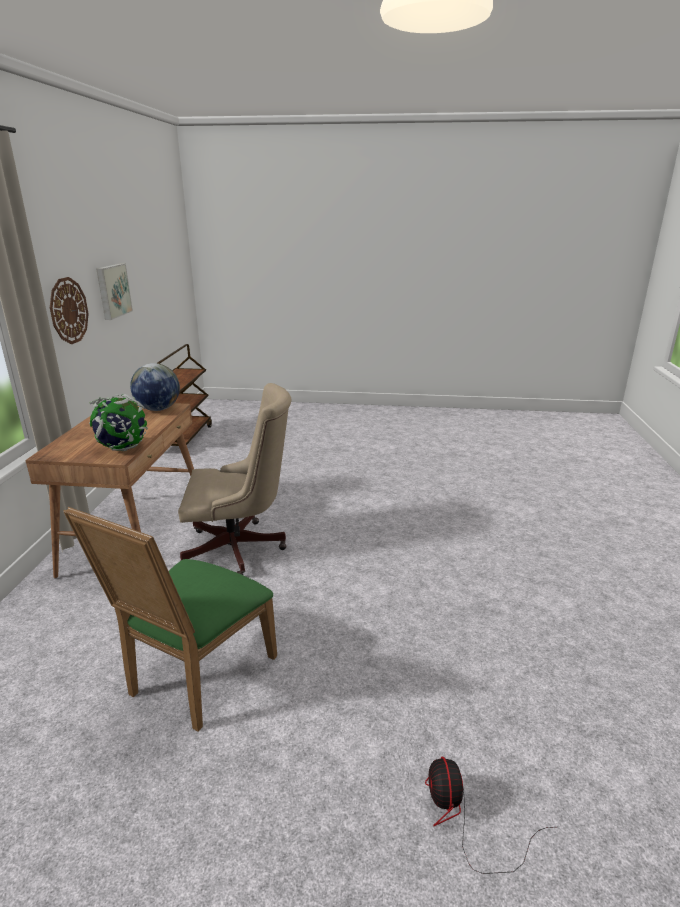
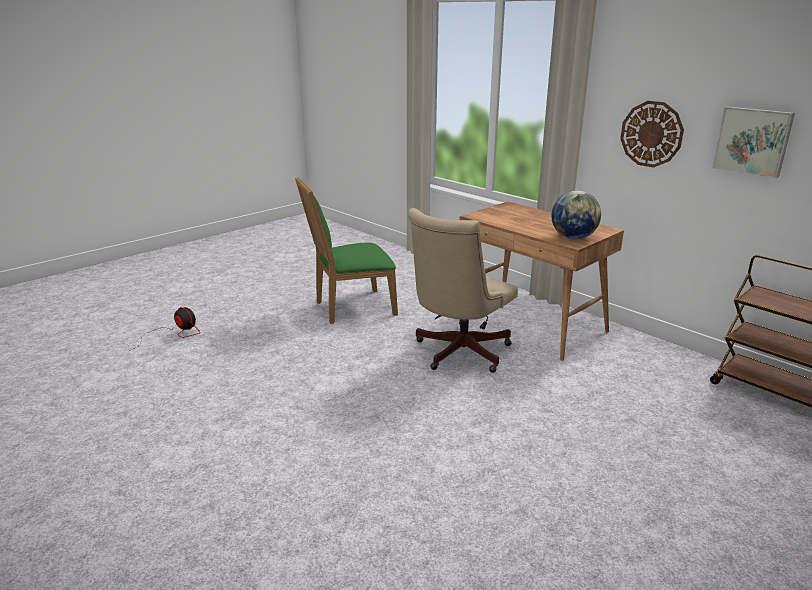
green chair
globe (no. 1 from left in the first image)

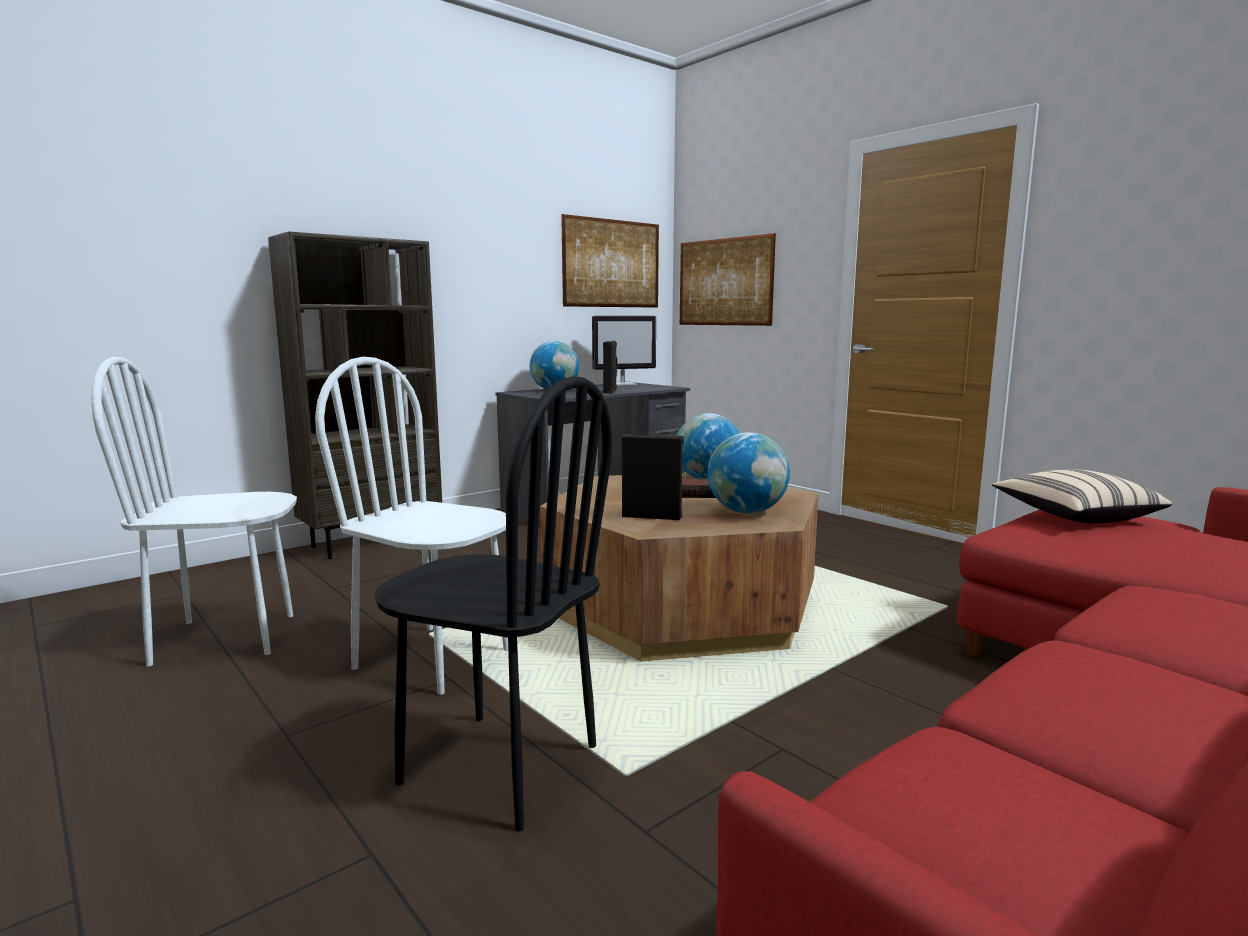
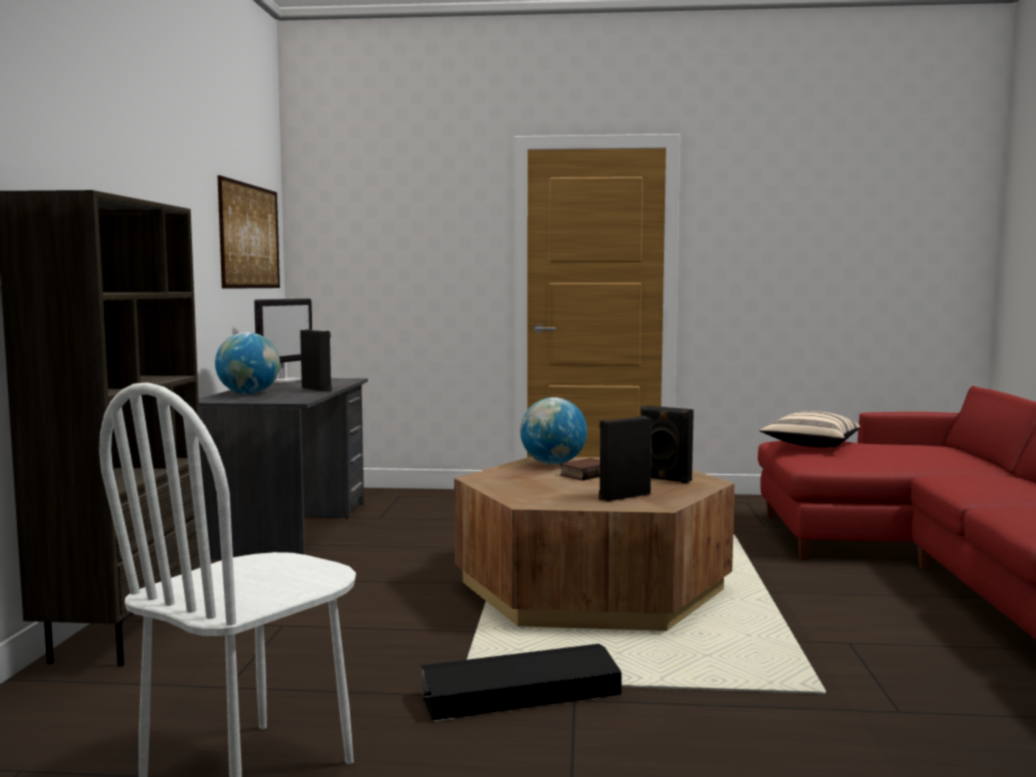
blackish storage container
blackish speaker (no. 3 from left)
blackish chair
wall art (no. 2 from left in the first image)

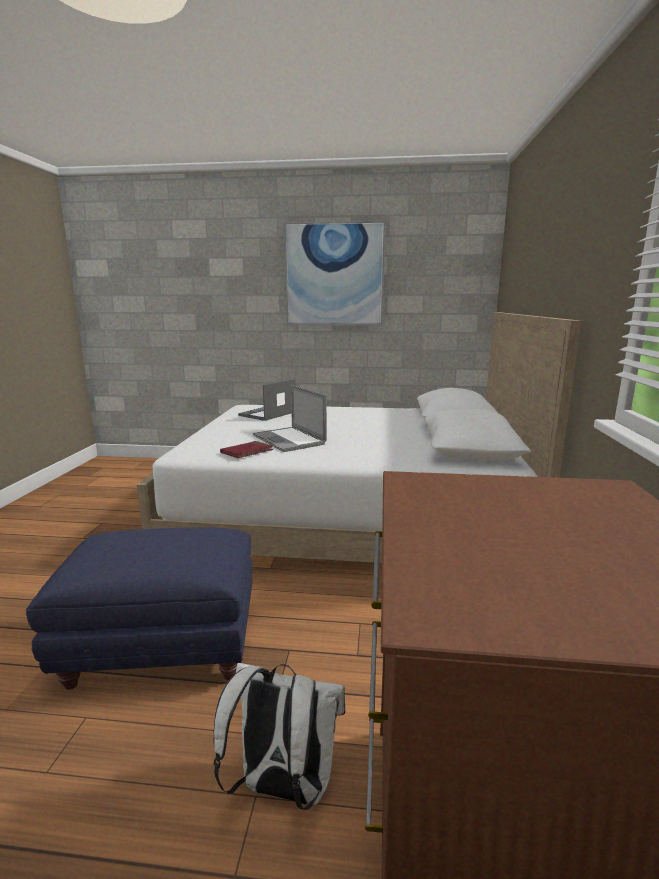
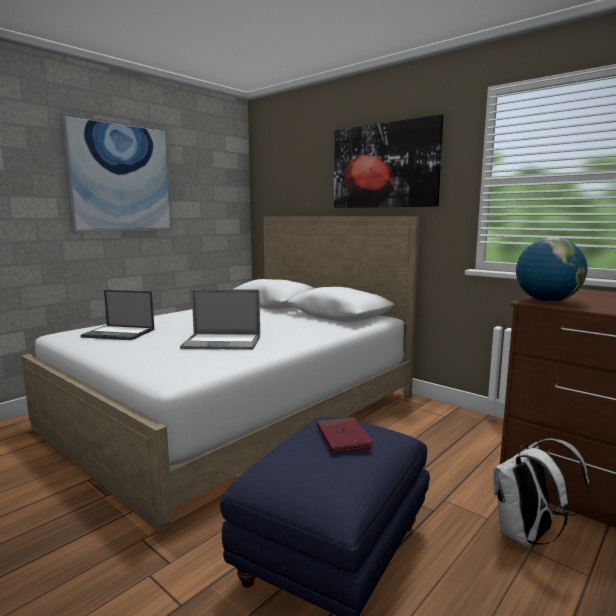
portable computer (no. 1 from left)
reddish book
wall art (no. 2 from left)
globe

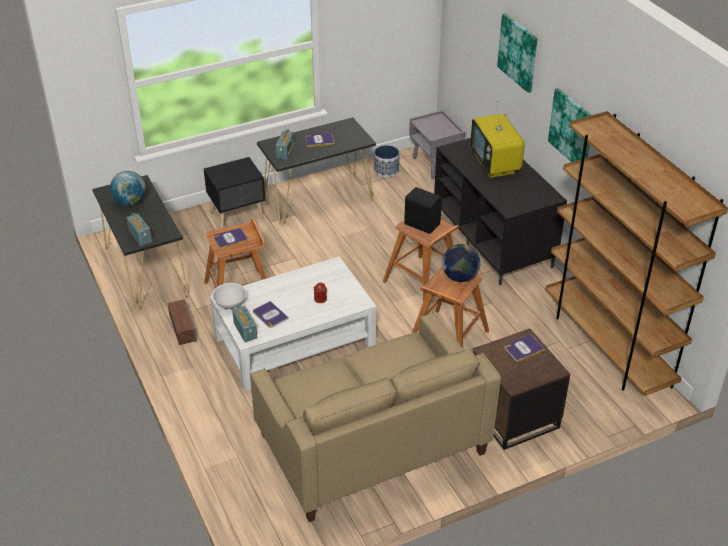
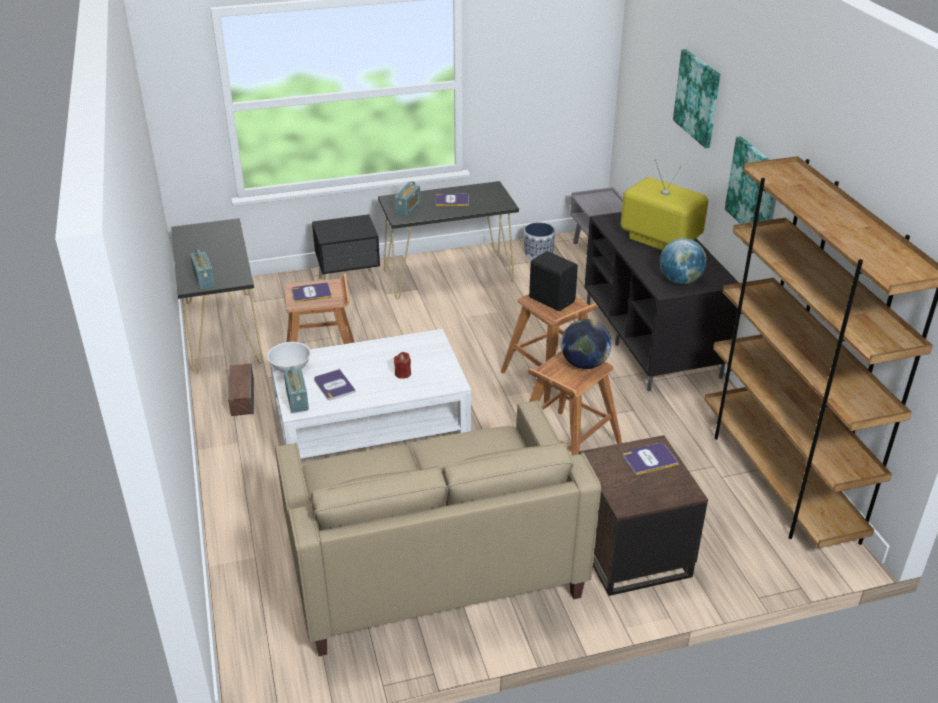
TV
globe (no. 2 from left)

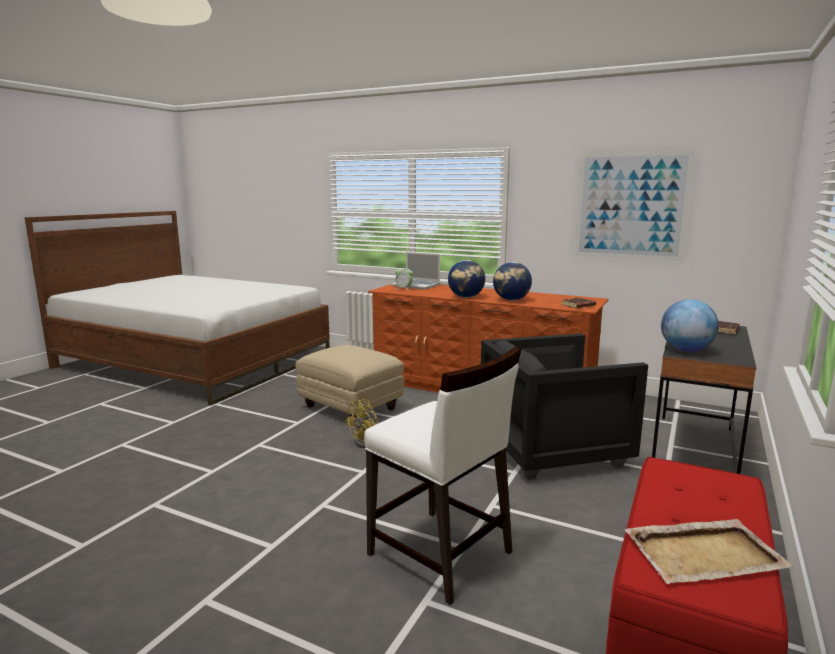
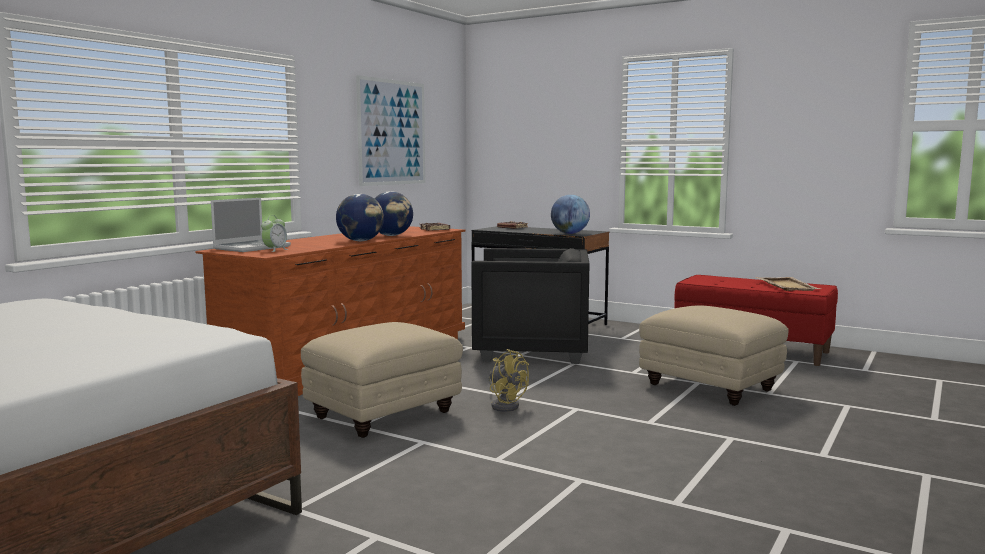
blackish lounge chair
sand-coloured footrest (no. 2 from left)

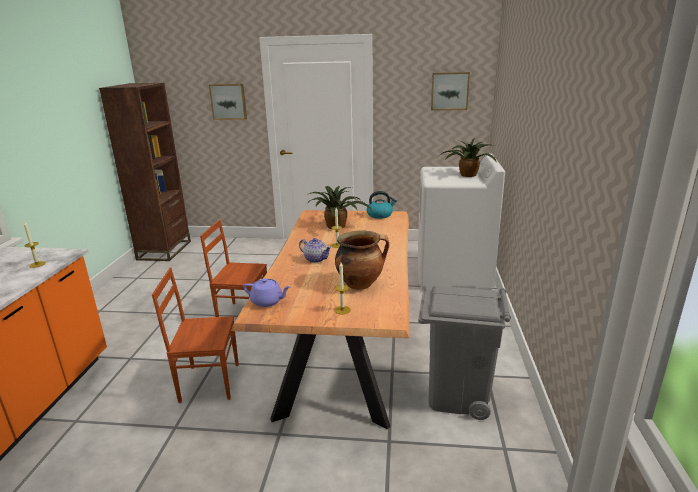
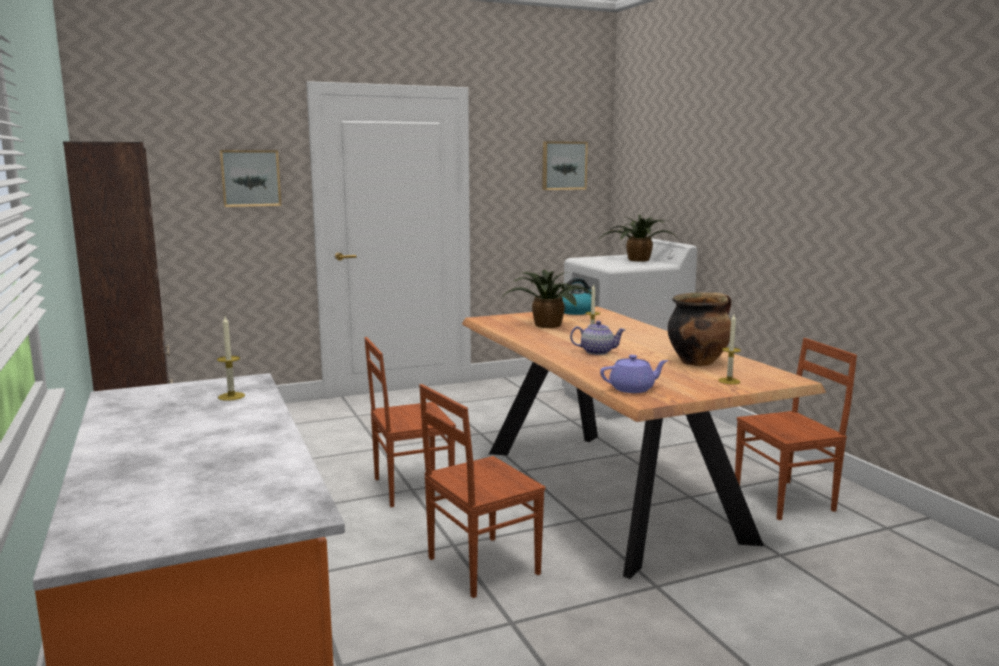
brownish chair (no. 3 from left)

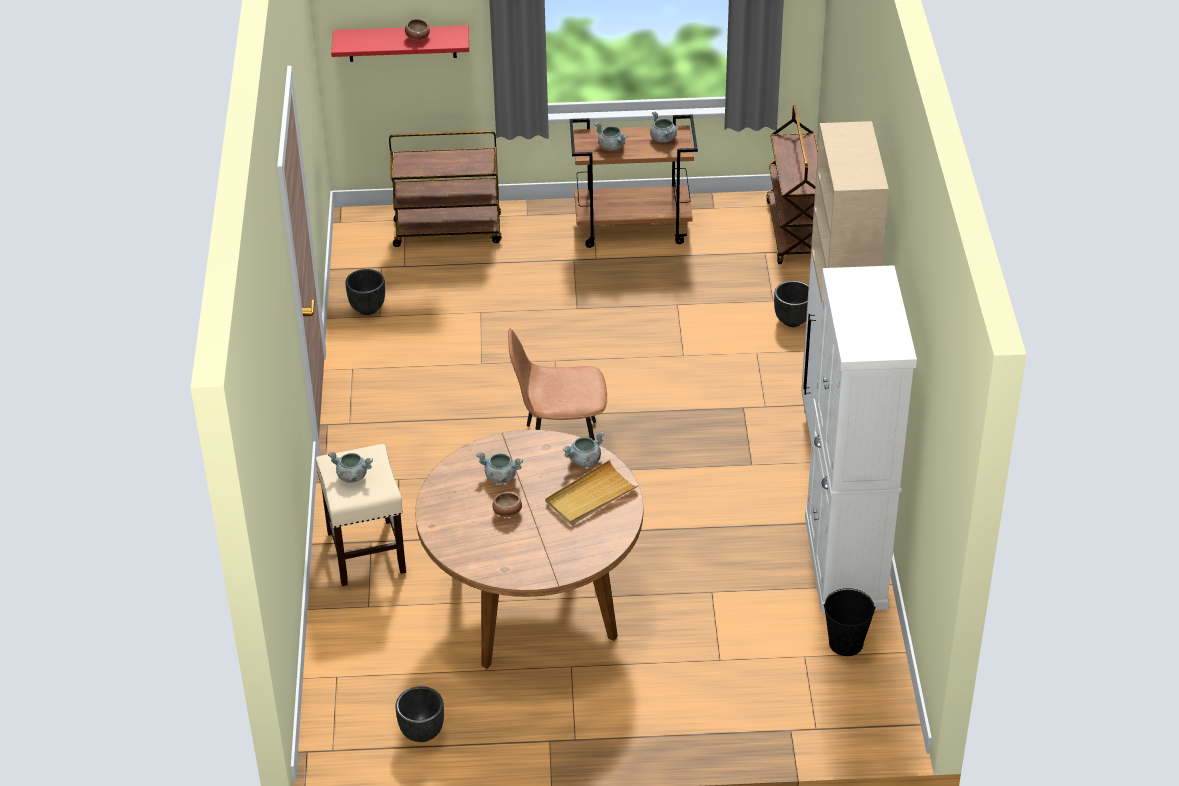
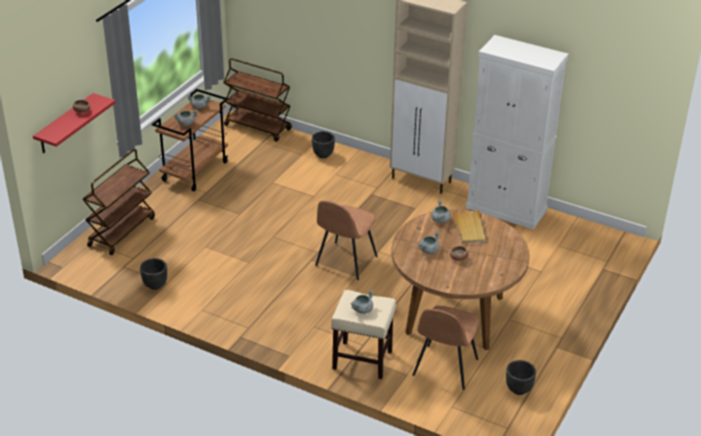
brownish chair (no. 2 from left)
blackish pail

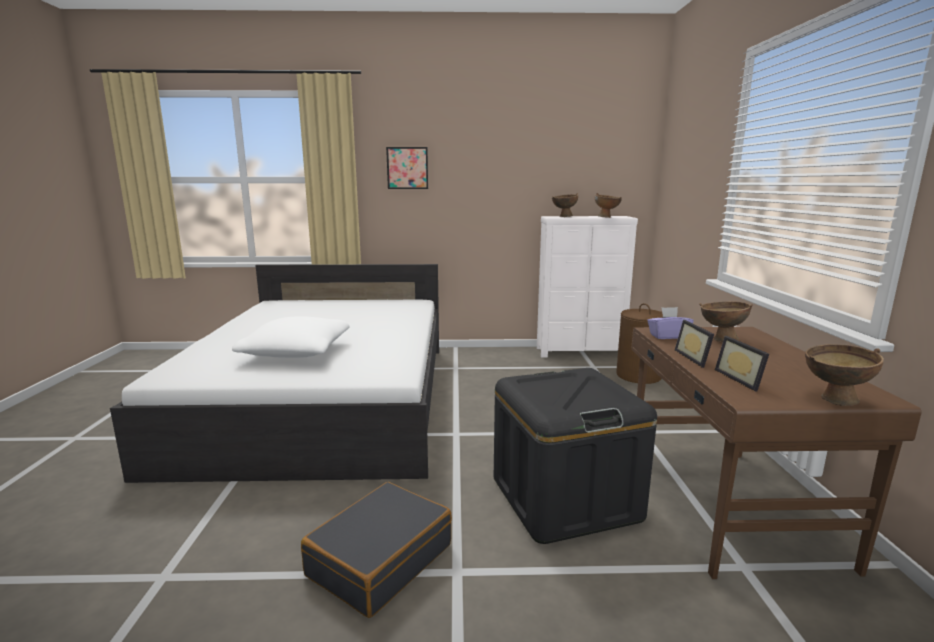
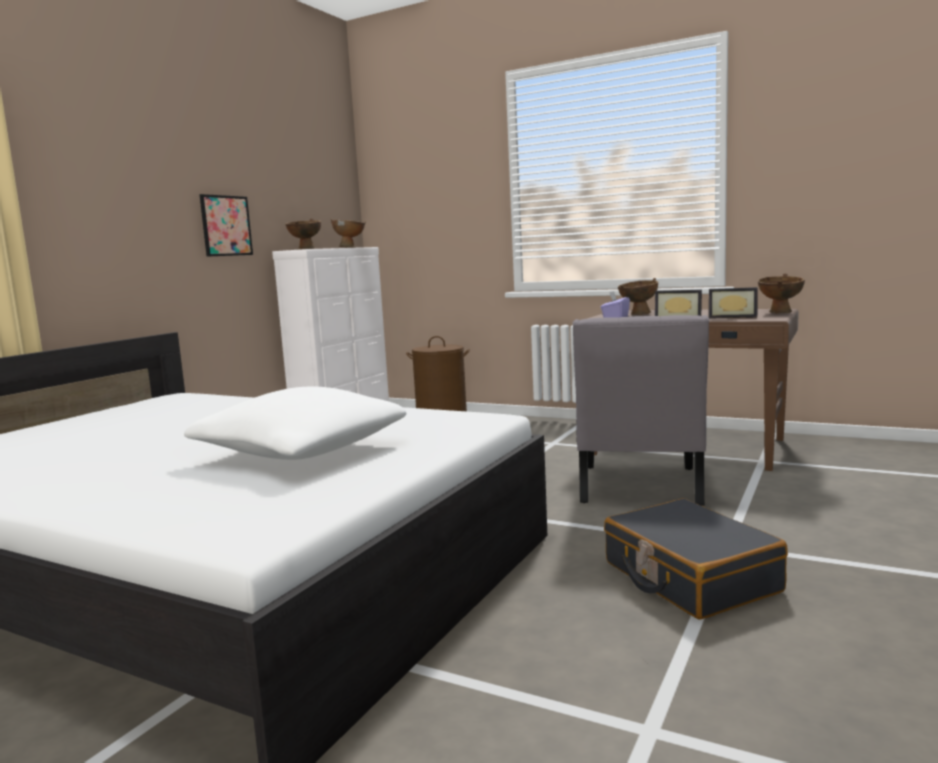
wall art
grey chair

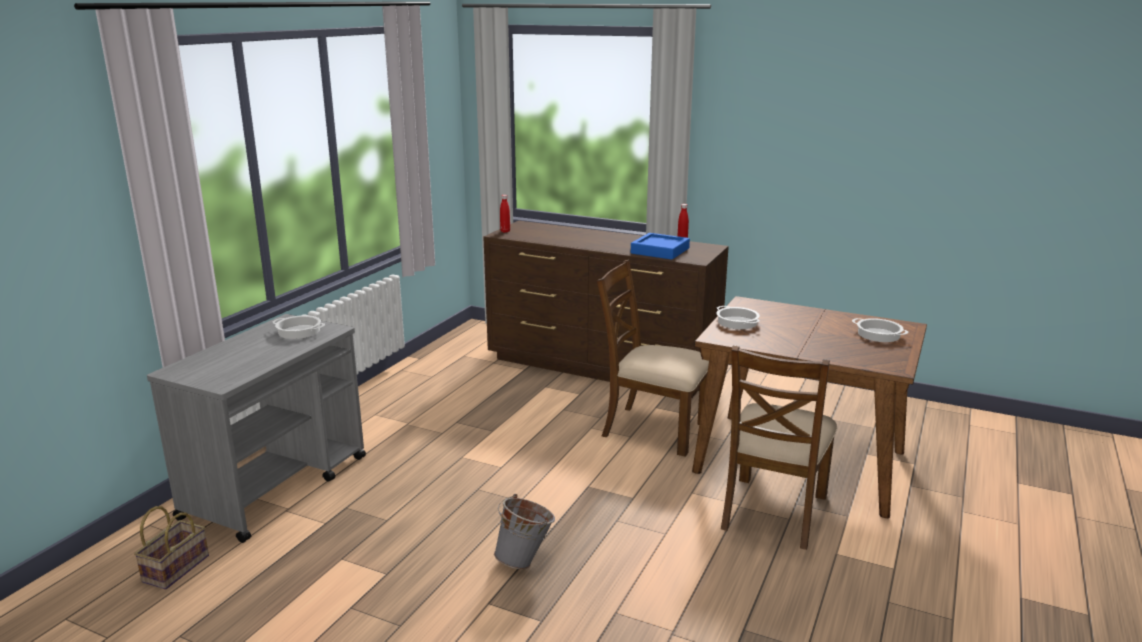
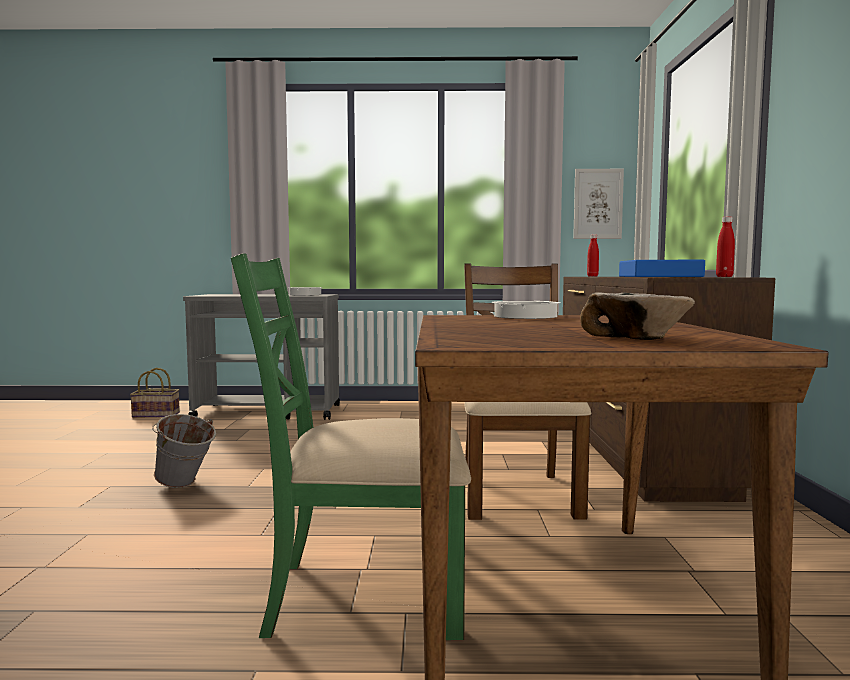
green chair
wall art
bowl

